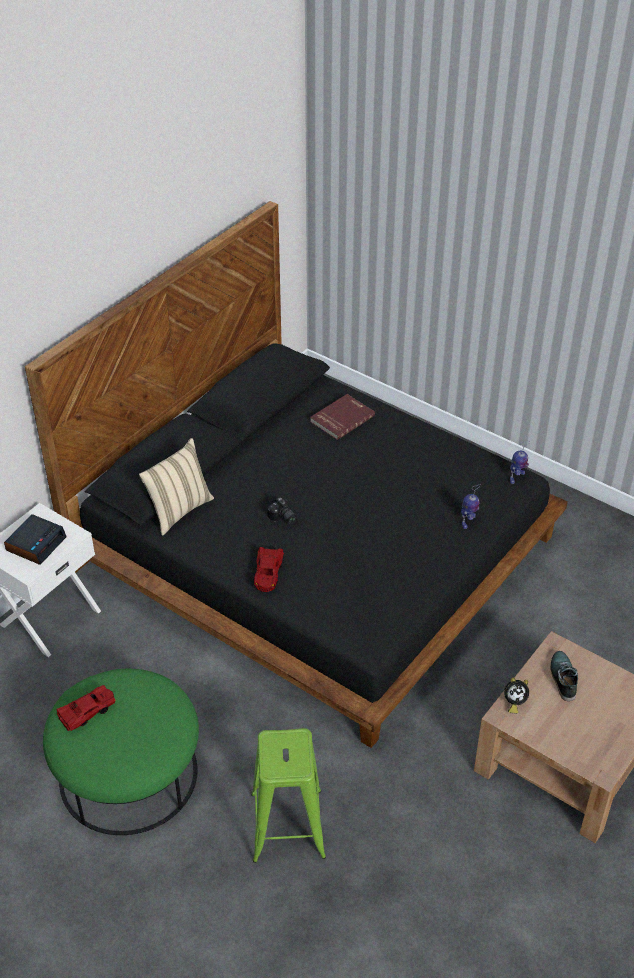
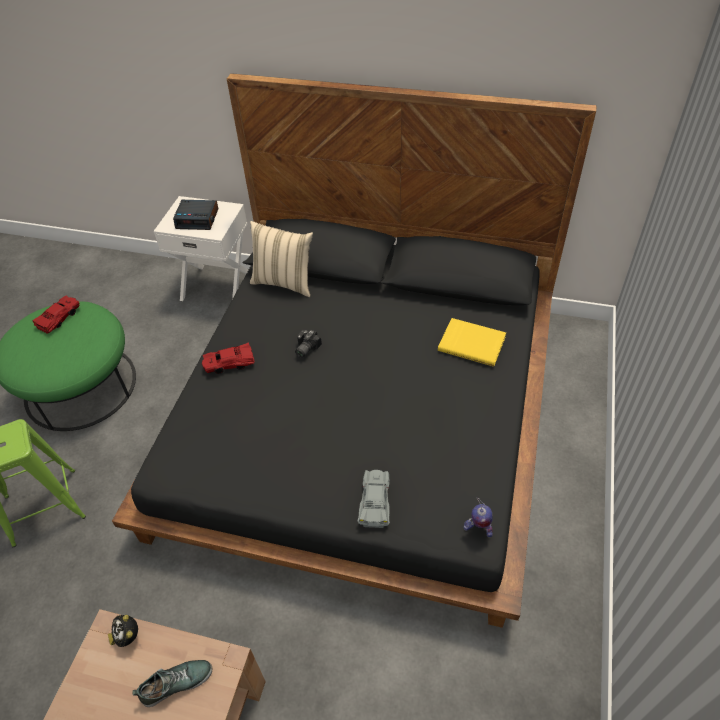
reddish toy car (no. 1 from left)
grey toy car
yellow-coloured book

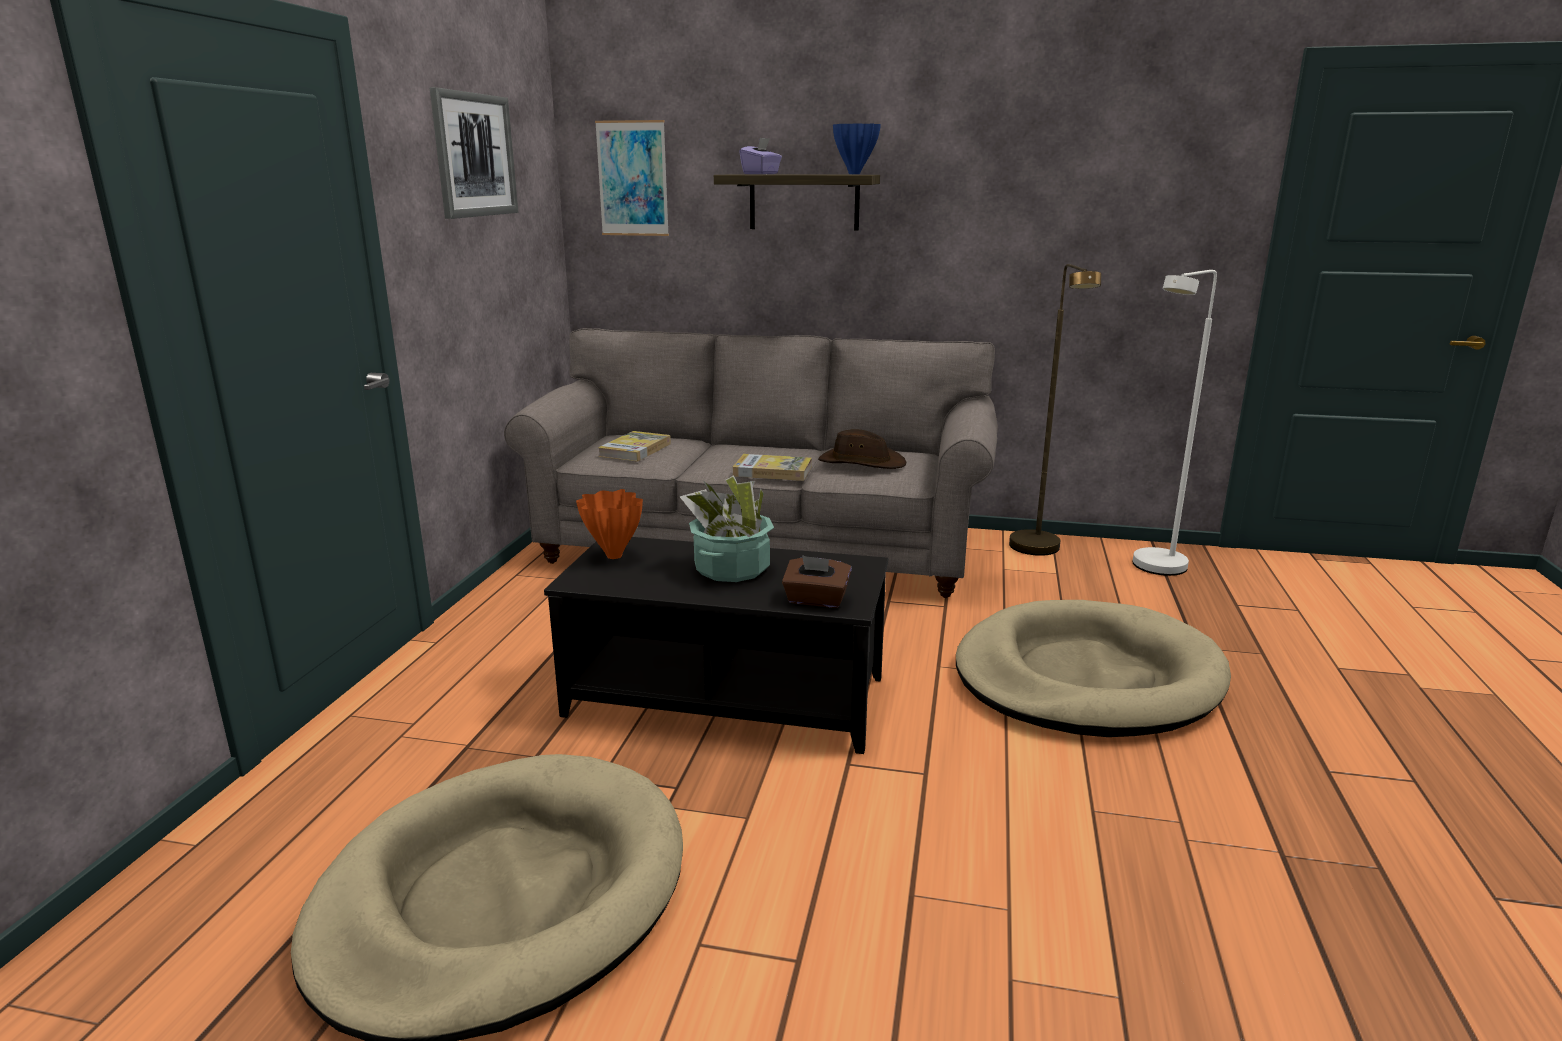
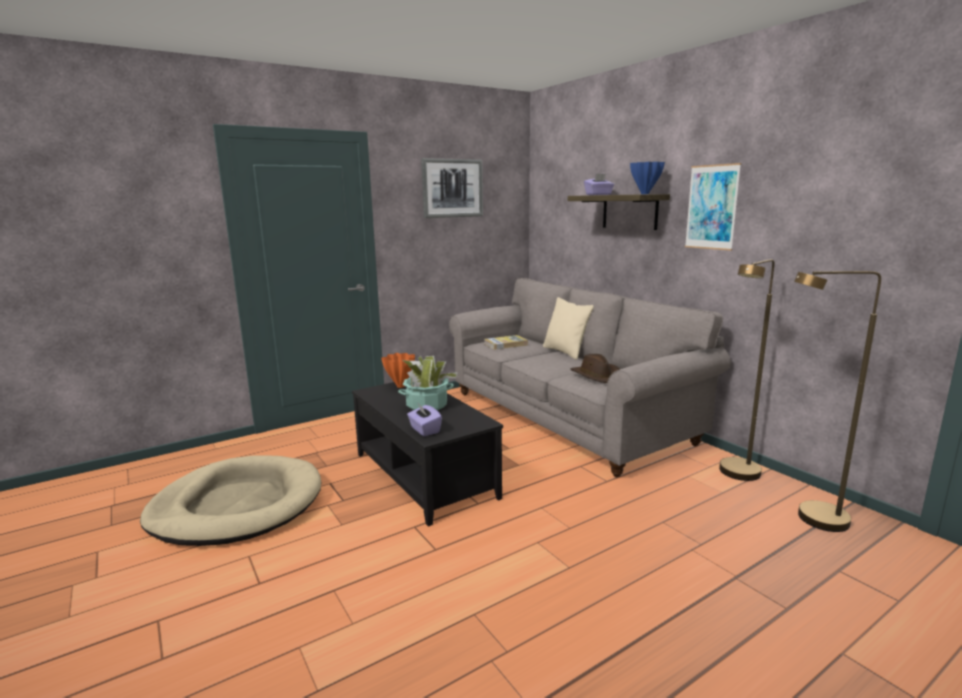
purplish tissue holder (no. 1 from left)
sand-coloured throw pillow
wall art (no. 2 from left)
brownish standing lamp (no. 2 from left)
book (no. 2 from left in the first image)
sand-coloured dog bed (no. 2 from left in the first image)

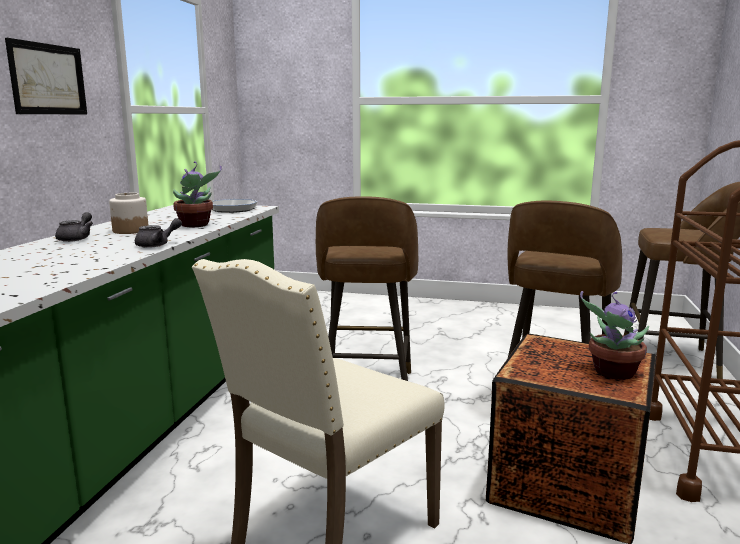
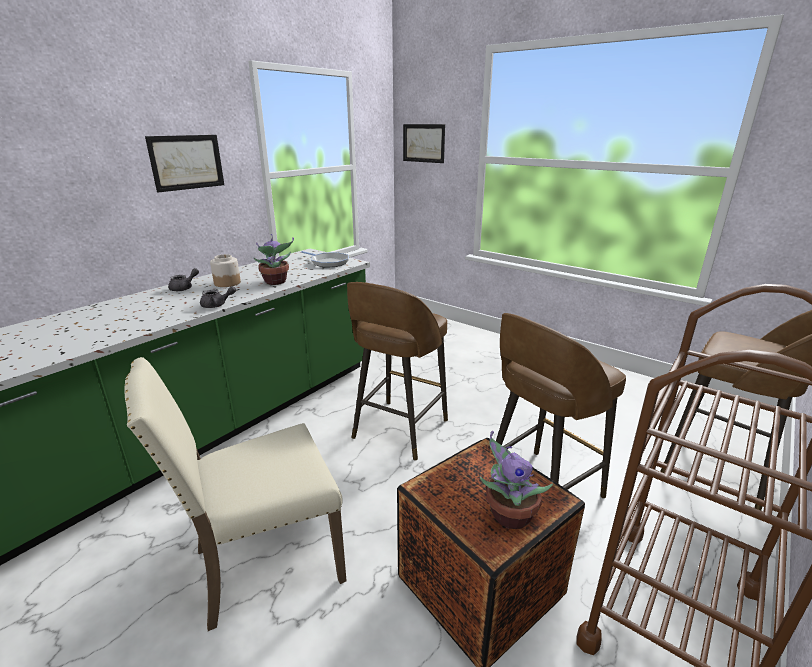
wall art (no. 2 from left)

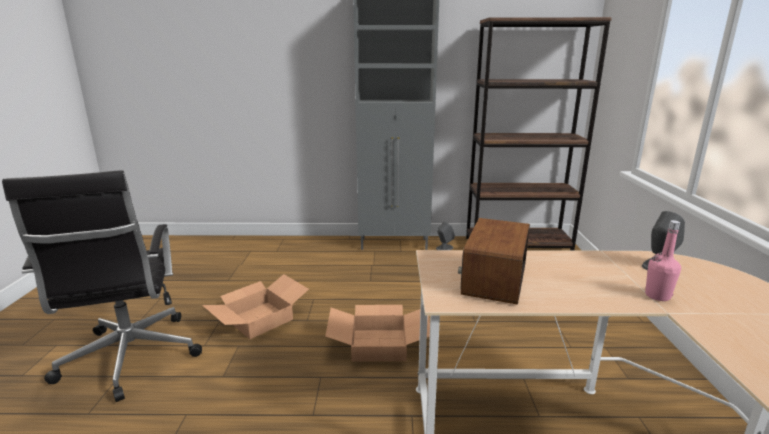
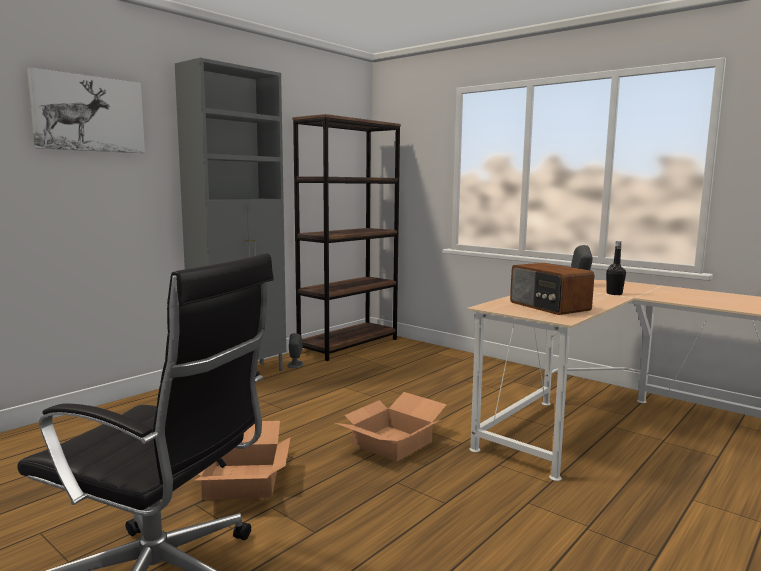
wall art
blackish beverage bottle

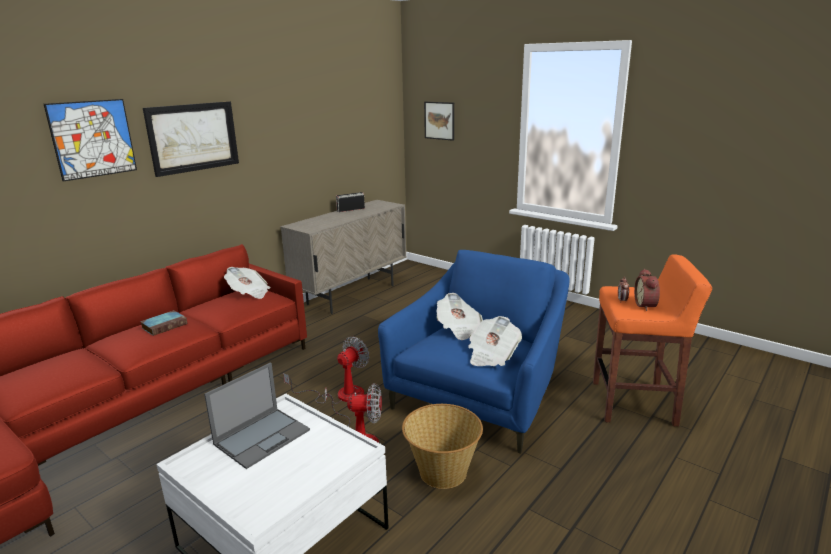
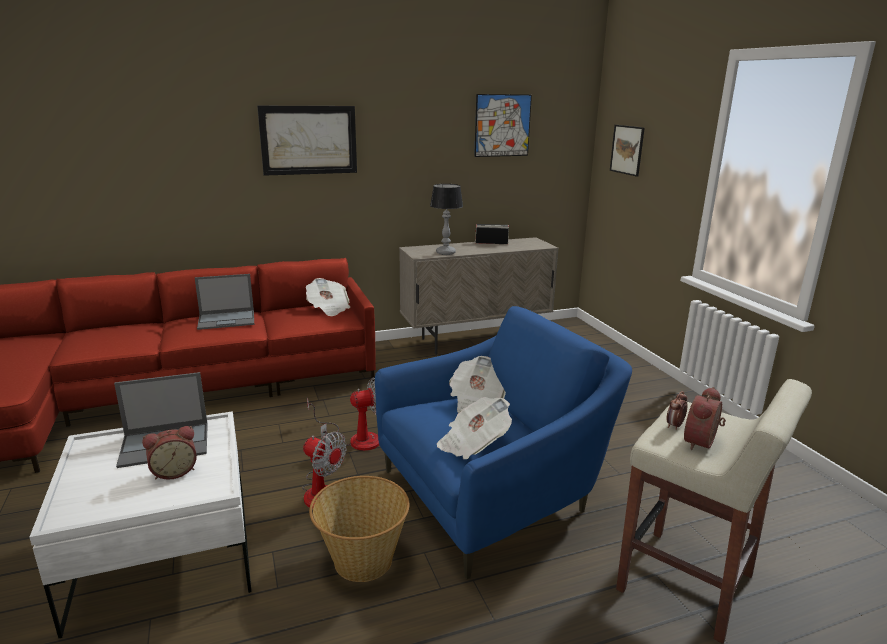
alarm clock (no. 1 from left)
portable computer (no. 2 from left)
tabletop lamp
wall art (no. 2 from left)
sand-coloured stool

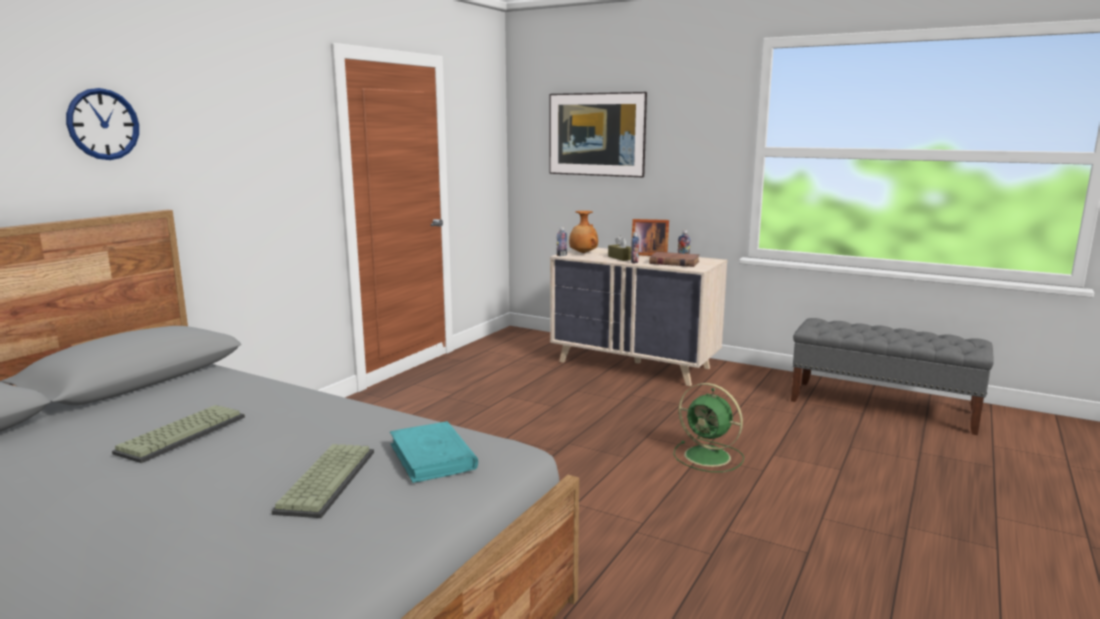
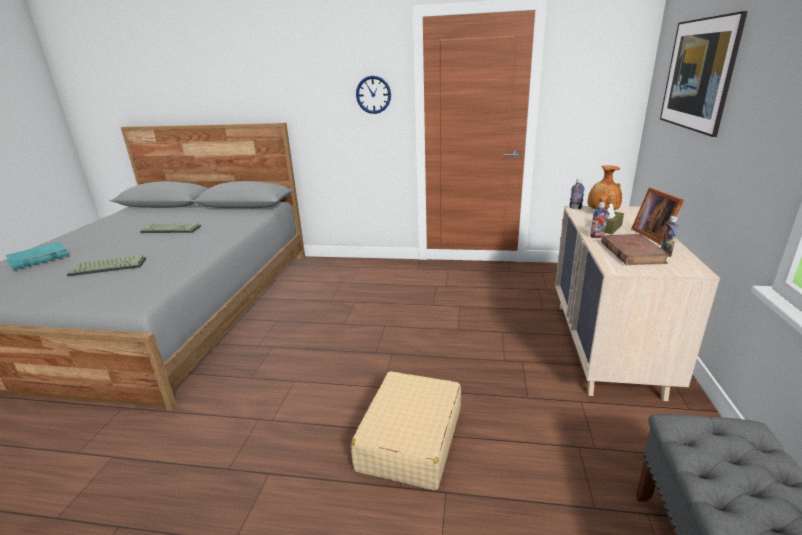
turquoise-coloured book
sand-coloured travel case
wall clock

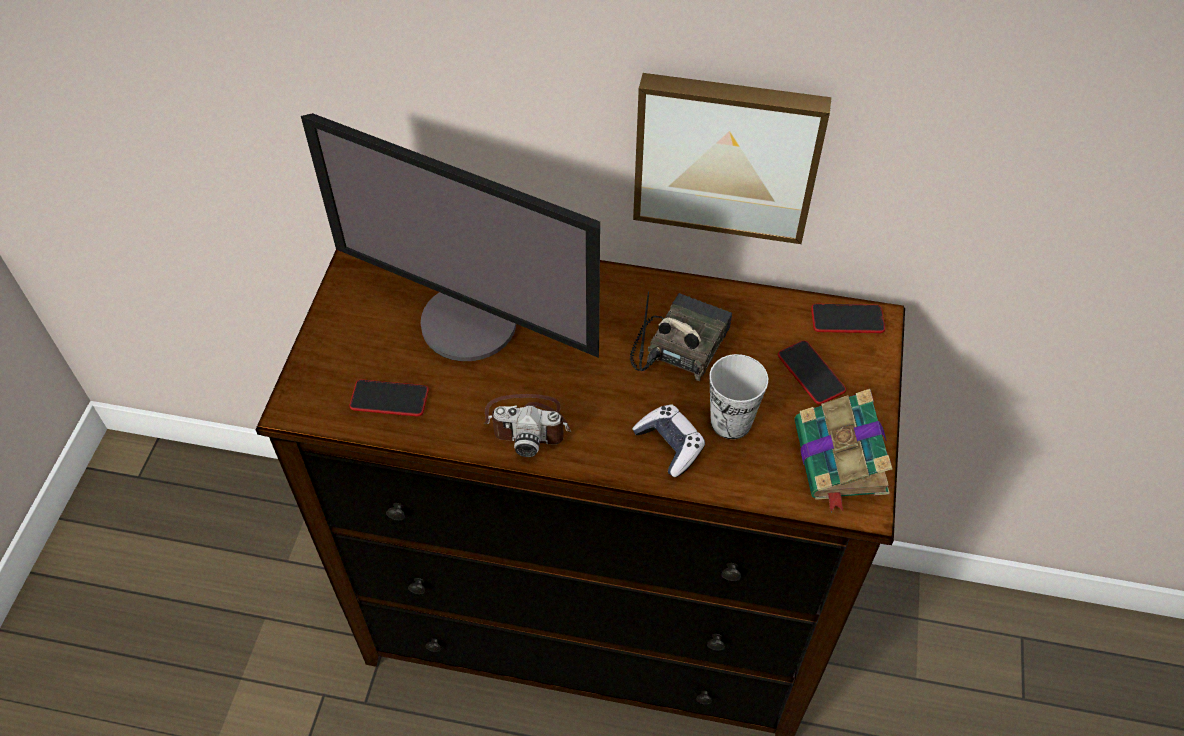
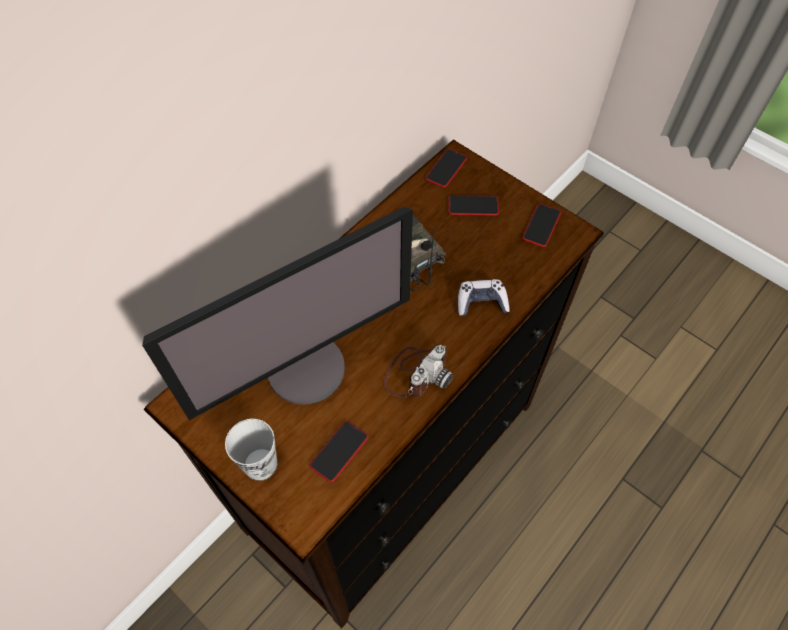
cup
handset (no. 4 from left)
wall art

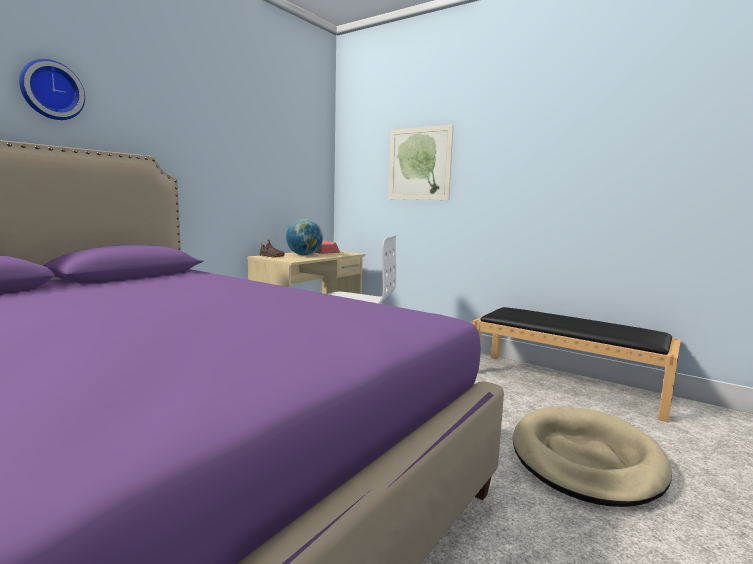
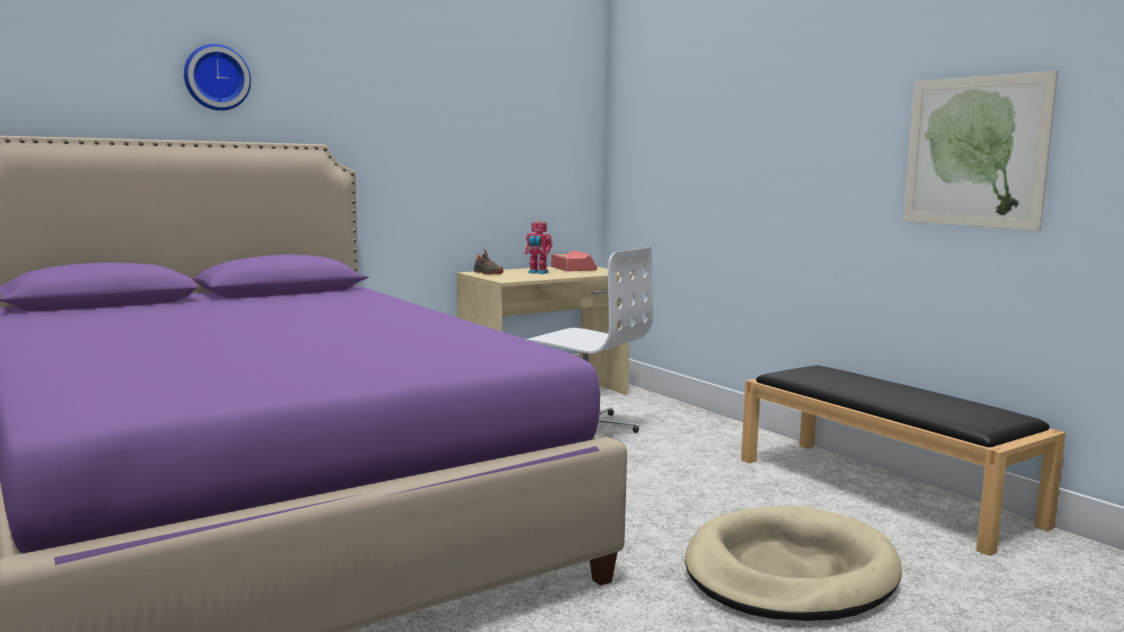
robot figure
wall art

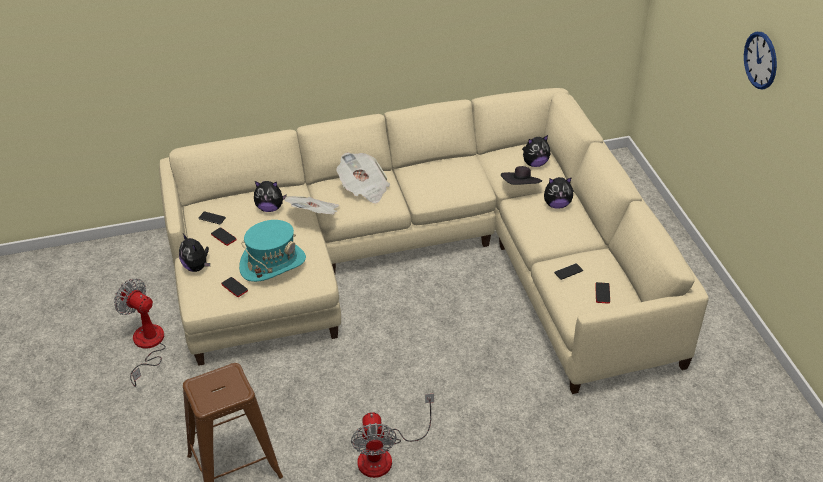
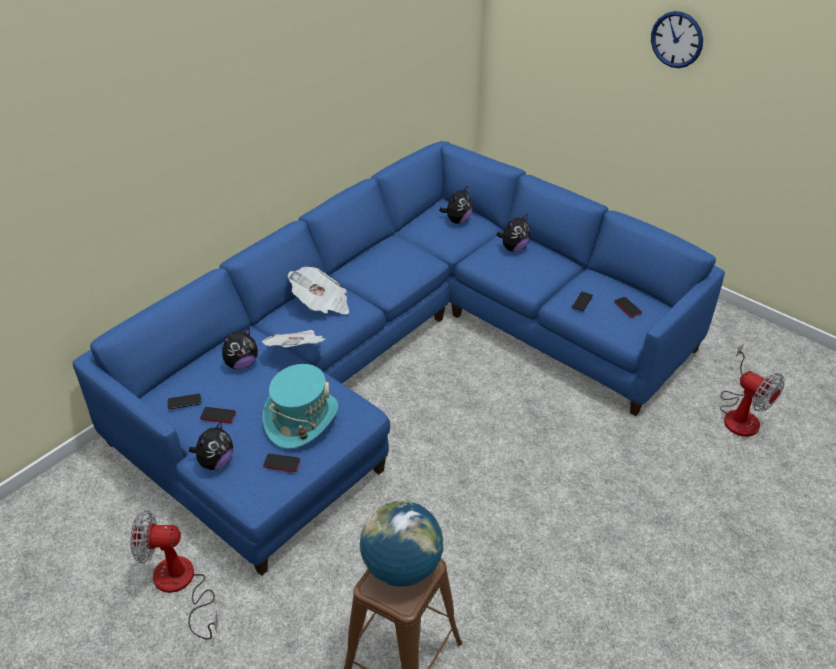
blue couch
plush toy (no. 1 from left)
globe
fan (no. 2 from left)
blackish hat

